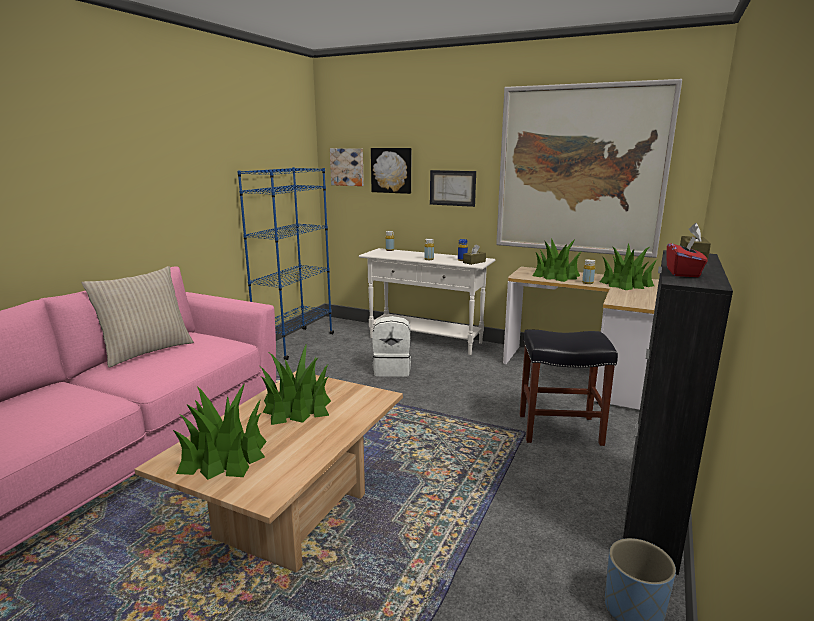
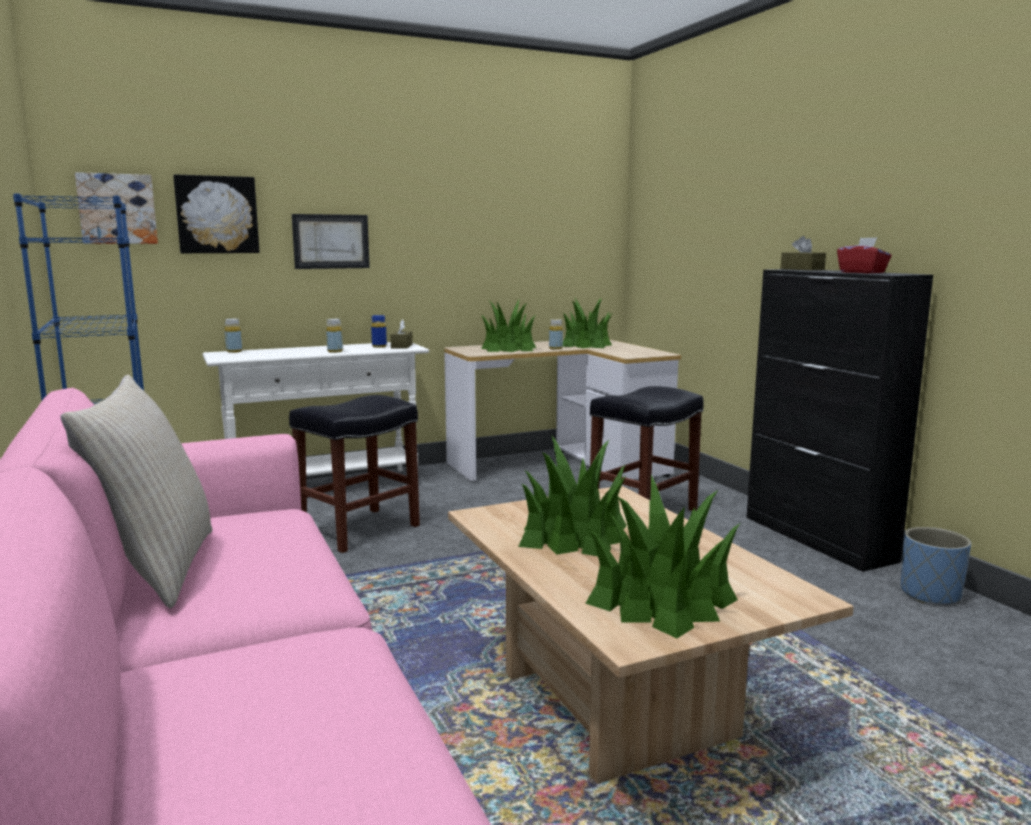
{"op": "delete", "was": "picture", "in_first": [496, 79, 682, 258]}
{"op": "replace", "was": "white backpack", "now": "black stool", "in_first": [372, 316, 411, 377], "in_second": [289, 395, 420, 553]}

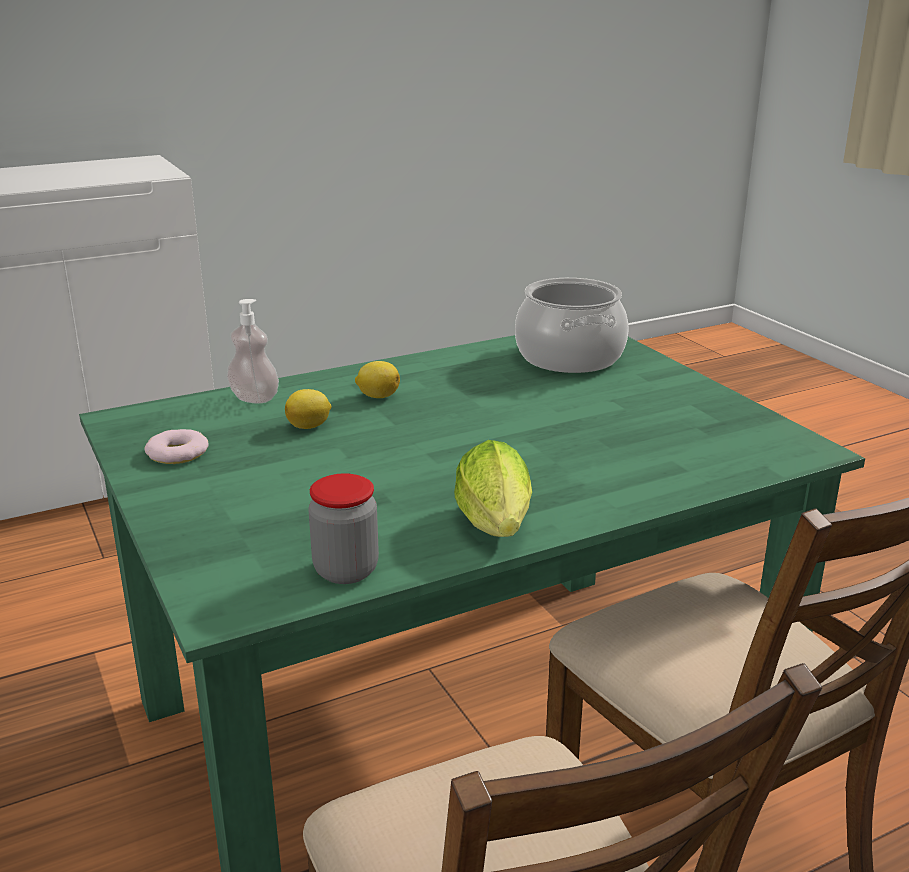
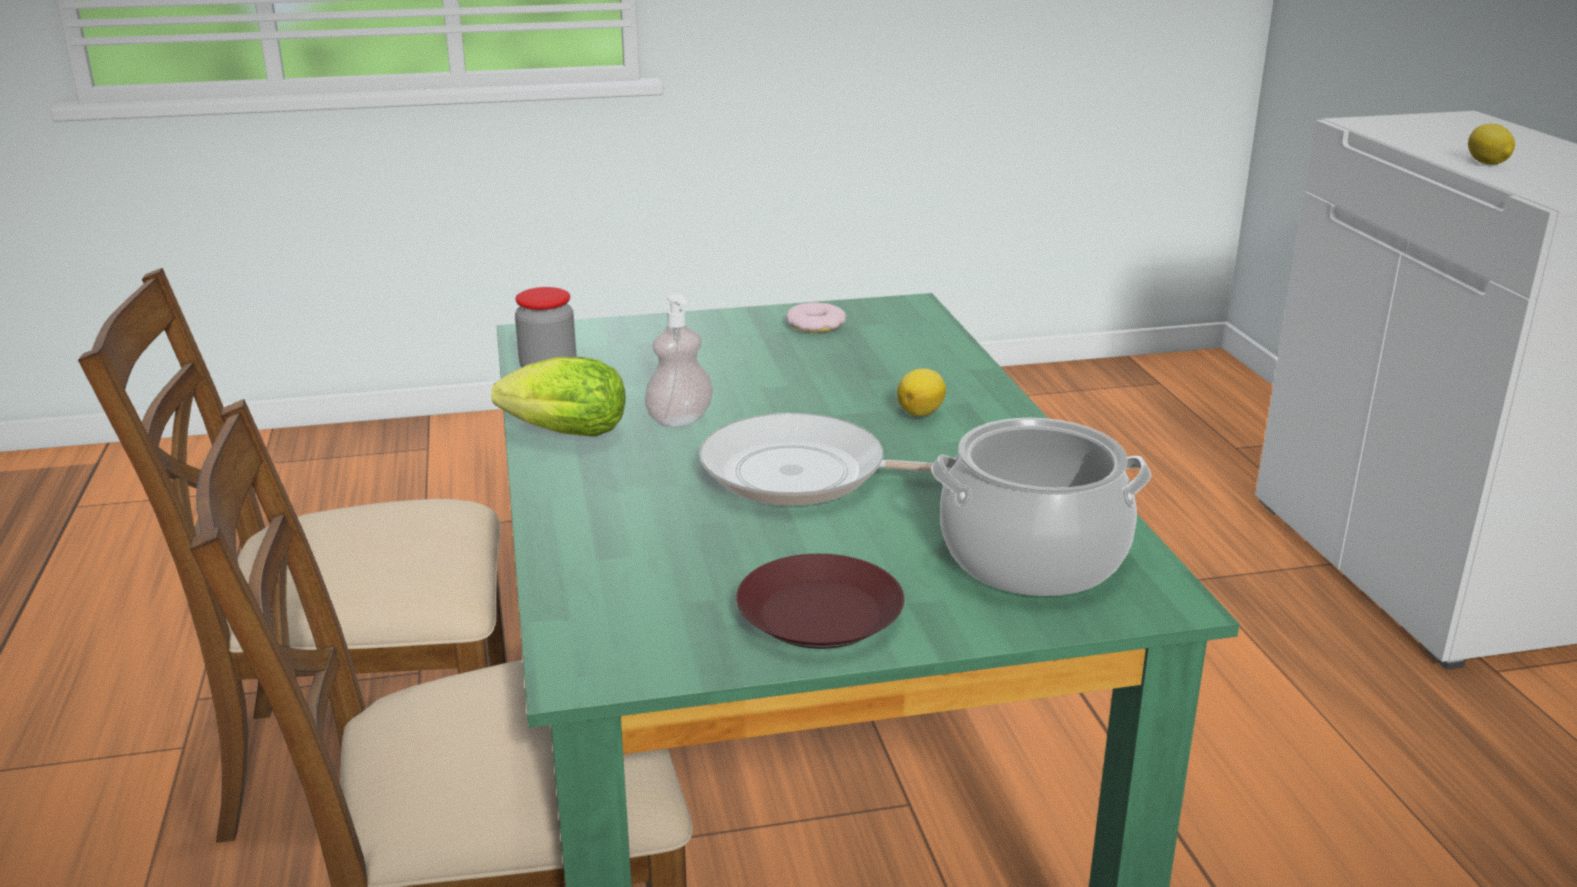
{"op": "insert", "now": "frying pan", "in_second": [699, 413, 950, 505]}
{"op": "insert", "now": "brown plate", "in_second": [736, 554, 904, 649]}
{"op": "move", "was": "soap dispenser", "in_first": [227, 299, 279, 404], "in_second": [645, 294, 713, 427]}
{"op": "move", "was": "lemon", "in_first": [285, 389, 331, 429], "in_second": [1468, 124, 1515, 165]}

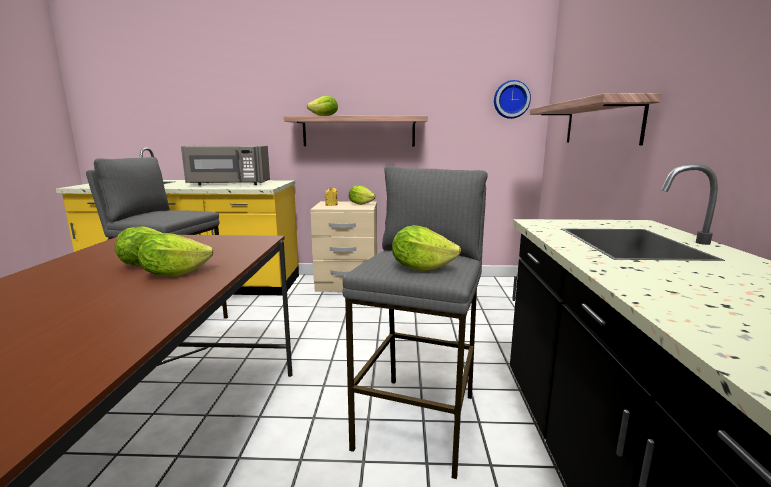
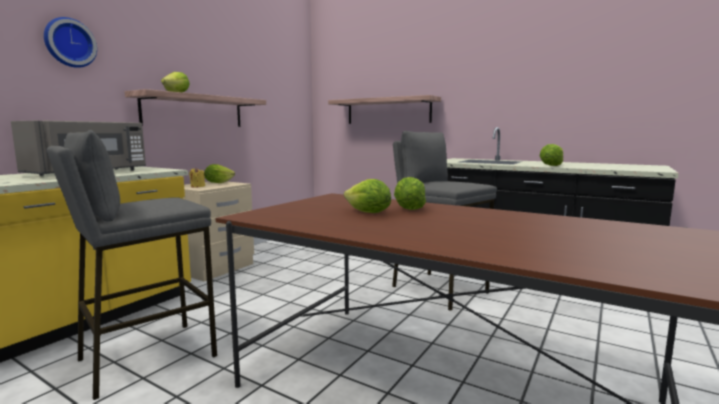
{"op": "move", "was": "lettuce", "in_first": [392, 225, 461, 271], "in_second": [539, 144, 563, 166]}
{"op": "move", "was": "wall clock", "in_first": [494, 80, 531, 119], "in_second": [44, 17, 97, 68]}

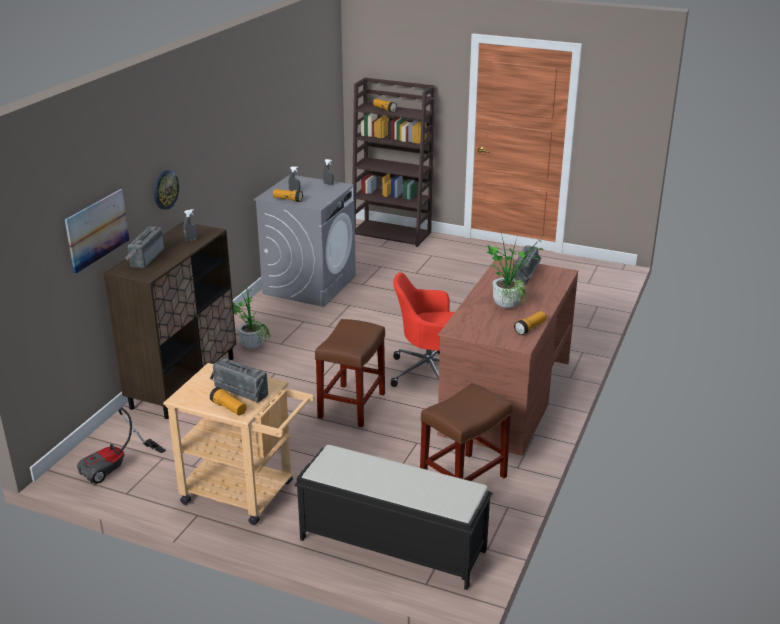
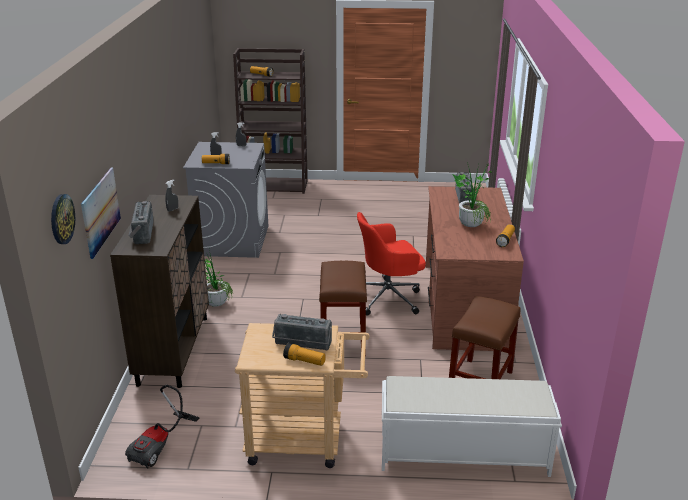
{"op": "move", "was": "wall clock", "in_first": [154, 170, 179, 210], "in_second": [51, 194, 75, 244]}
{"op": "recolor", "was": "black bench", "now": "white bench", "in_first": [295, 445, 493, 590], "in_second": [382, 376, 562, 477]}

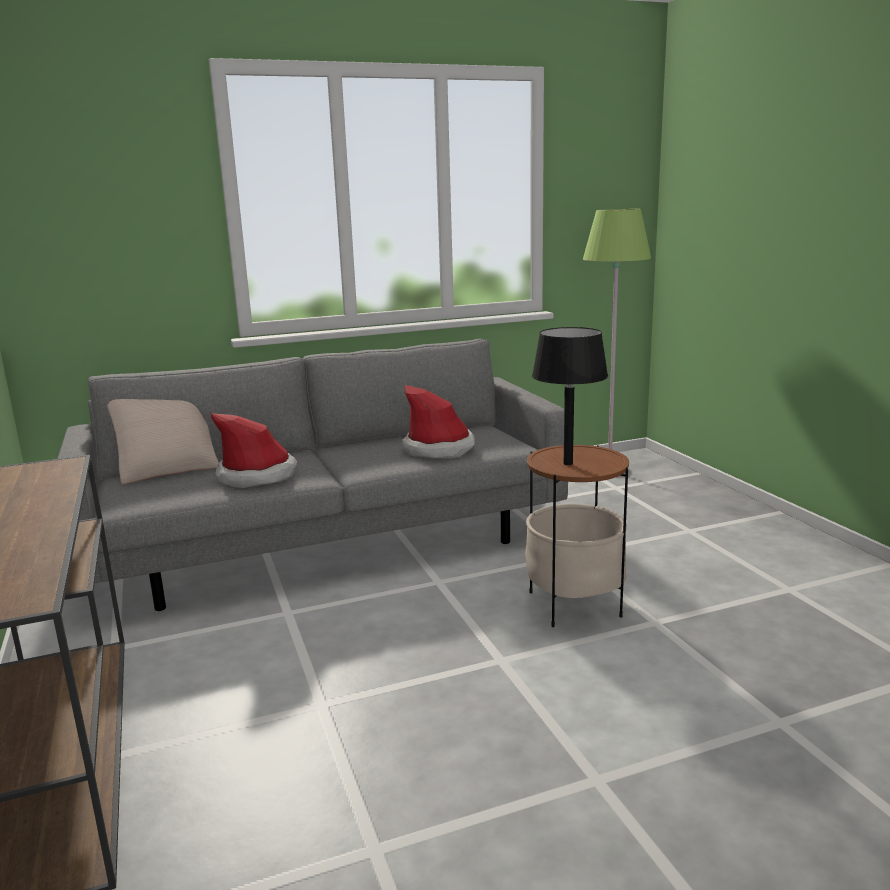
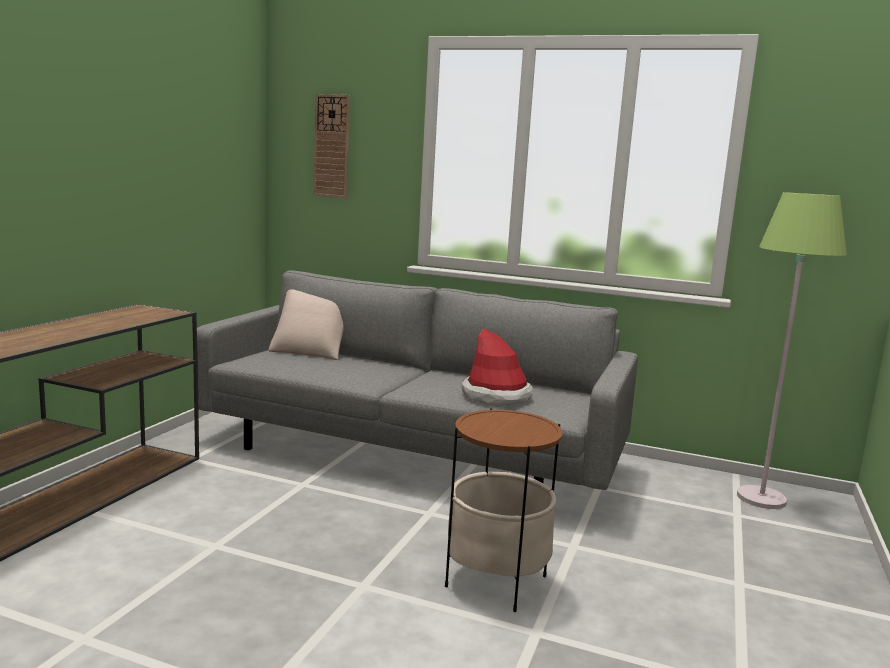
{"op": "delete", "was": "hat", "in_first": [211, 413, 297, 488]}
{"op": "delete", "was": "black table lamp", "in_first": [532, 327, 608, 465]}
{"op": "insert", "now": "wall clock", "in_second": [314, 94, 350, 198]}

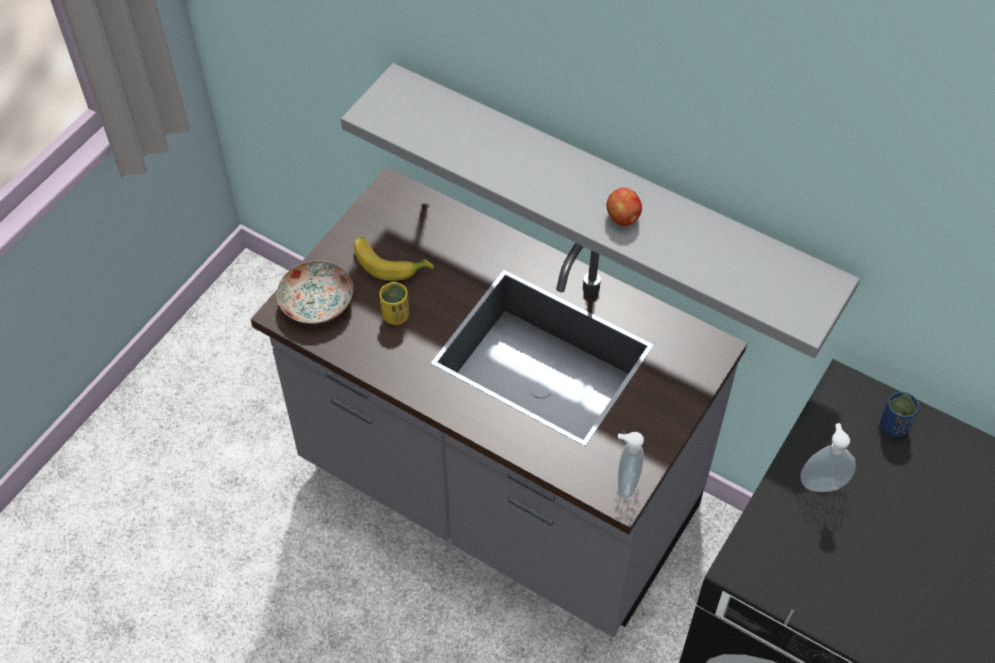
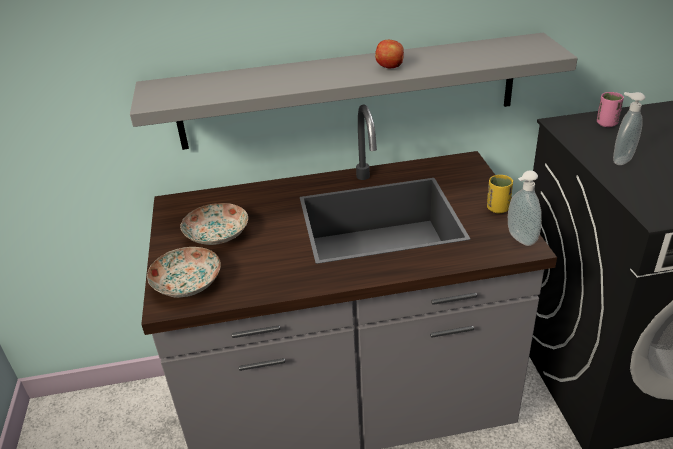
{"op": "move", "was": "yellow cup", "in_first": [380, 282, 409, 325], "in_second": [487, 175, 513, 213]}
{"op": "replace", "was": "banana", "now": "plate", "in_first": [354, 237, 434, 281], "in_second": [180, 203, 248, 245]}
{"op": "recolor", "was": "blue cup", "now": "pink cup", "in_first": [880, 392, 919, 437], "in_second": [597, 92, 624, 127]}

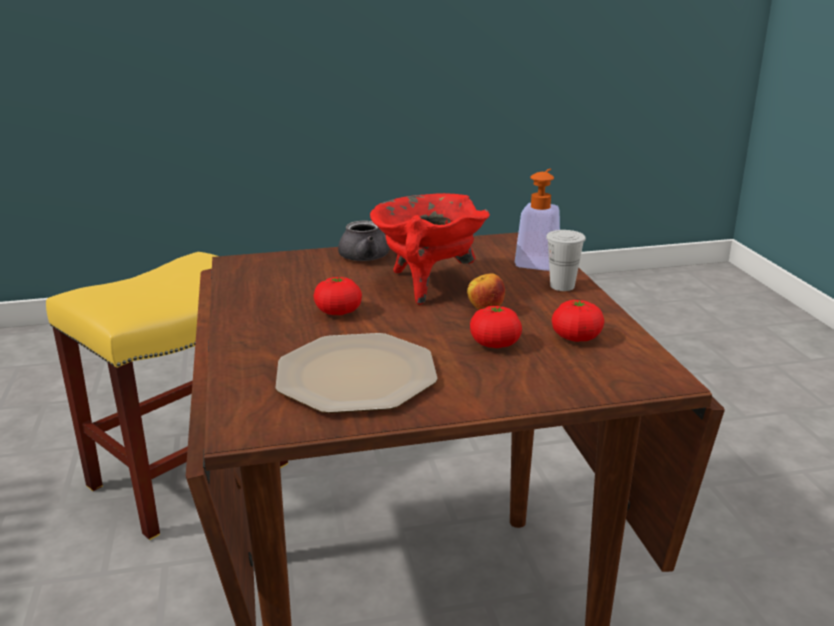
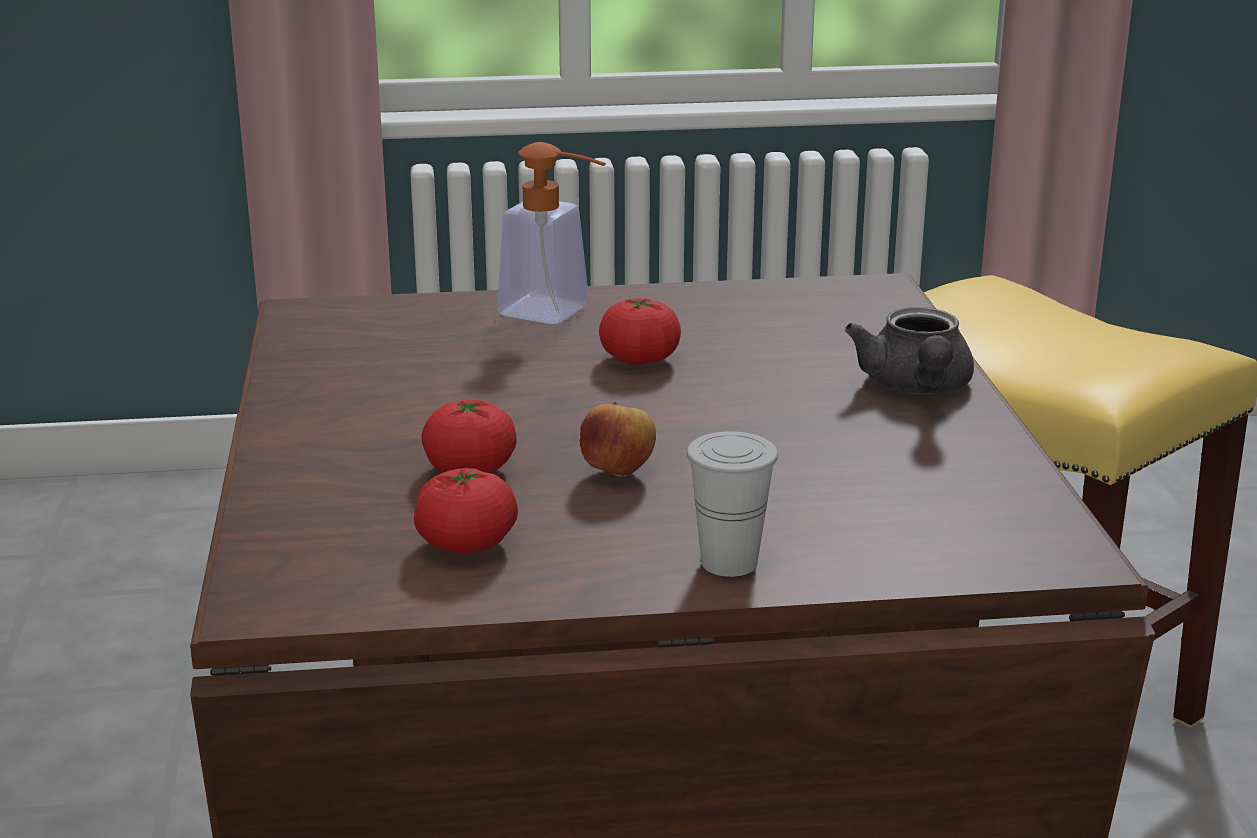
{"op": "delete", "was": "plate", "in_first": [275, 333, 438, 413]}
{"op": "delete", "was": "red cooking pot", "in_first": [370, 193, 490, 305]}
{"op": "move", "was": "soap dispenser", "in_first": [515, 168, 560, 271], "in_second": [497, 142, 606, 324]}

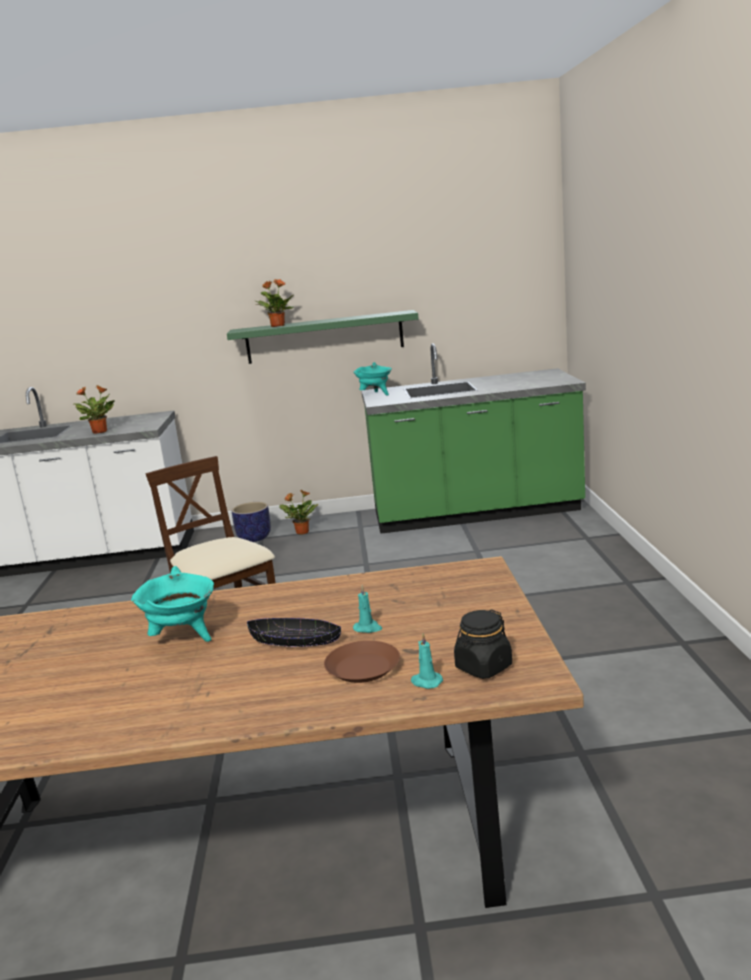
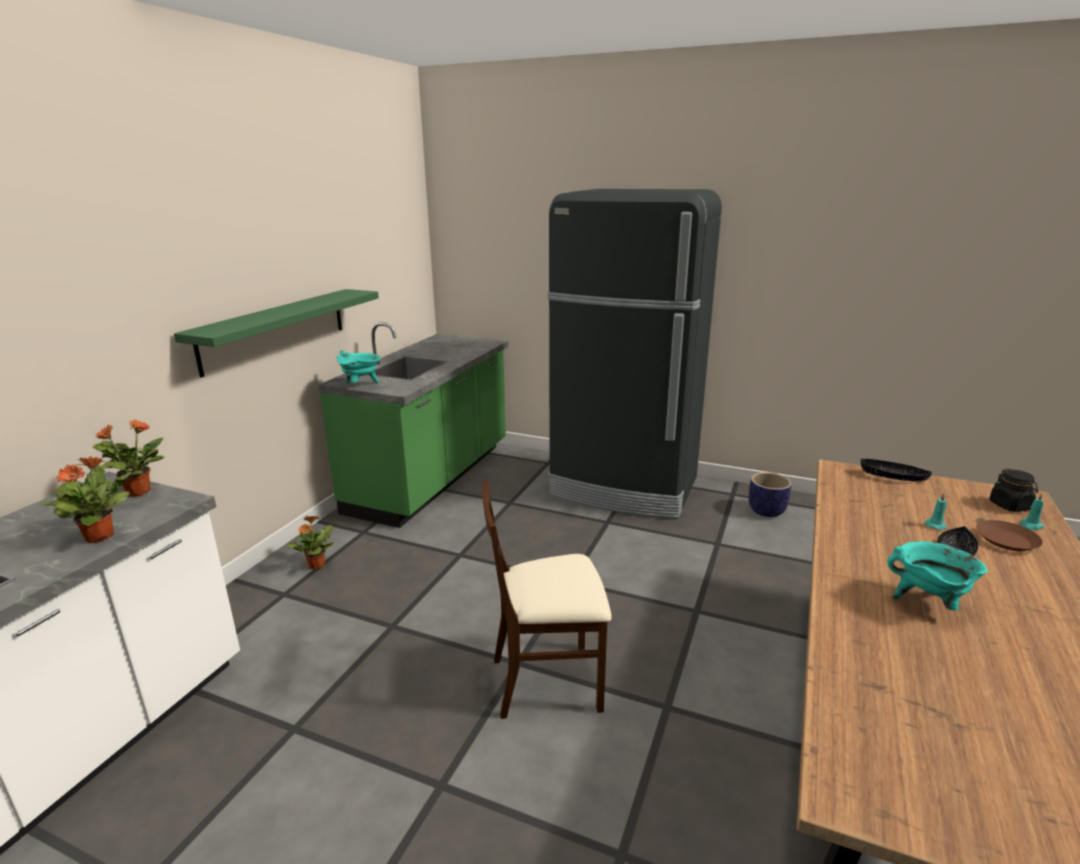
{"op": "insert", "now": "black fridge", "in_second": [548, 189, 722, 519]}
{"op": "insert", "now": "black bowl", "in_second": [861, 459, 932, 482]}
{"op": "move", "was": "planter", "in_first": [232, 502, 271, 542], "in_second": [749, 472, 792, 517]}
{"op": "move", "was": "potted plant", "in_first": [255, 279, 294, 327], "in_second": [93, 419, 165, 497]}

